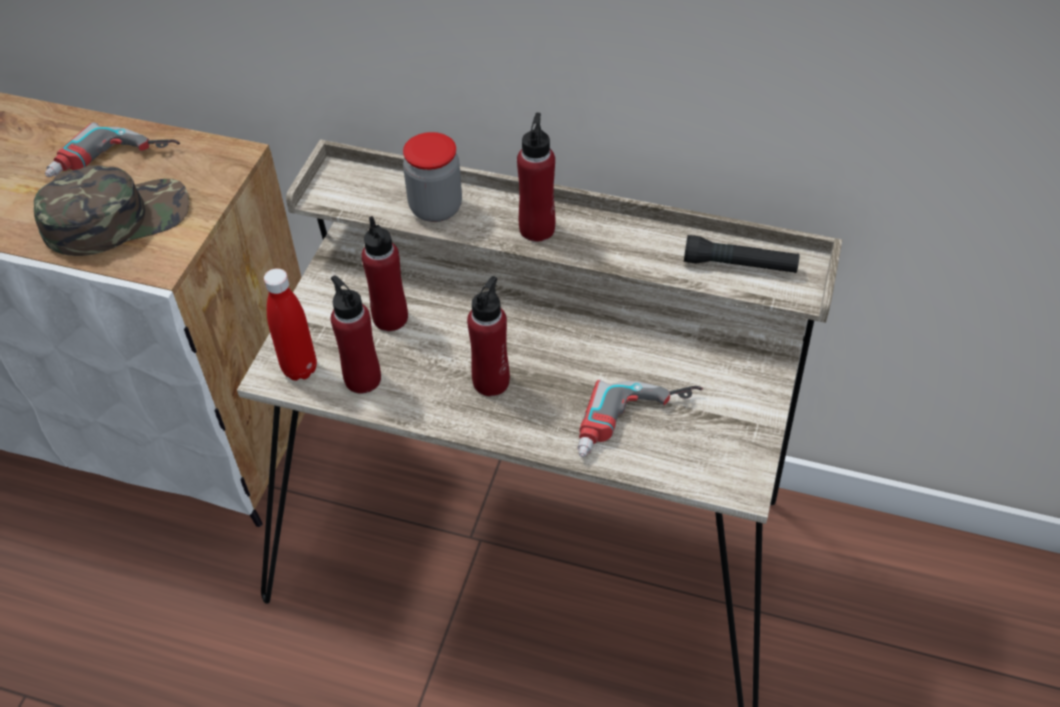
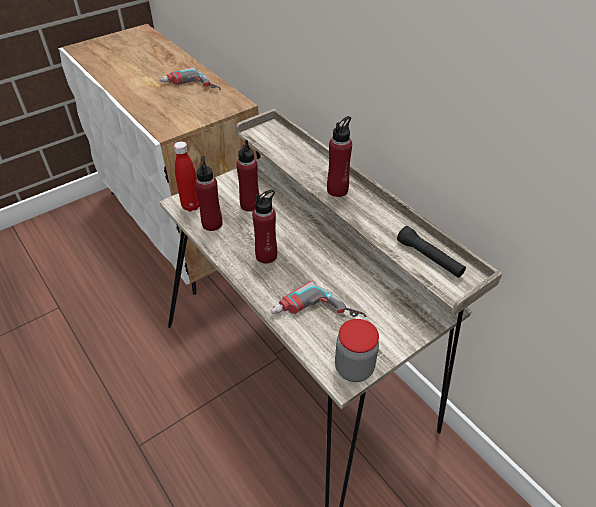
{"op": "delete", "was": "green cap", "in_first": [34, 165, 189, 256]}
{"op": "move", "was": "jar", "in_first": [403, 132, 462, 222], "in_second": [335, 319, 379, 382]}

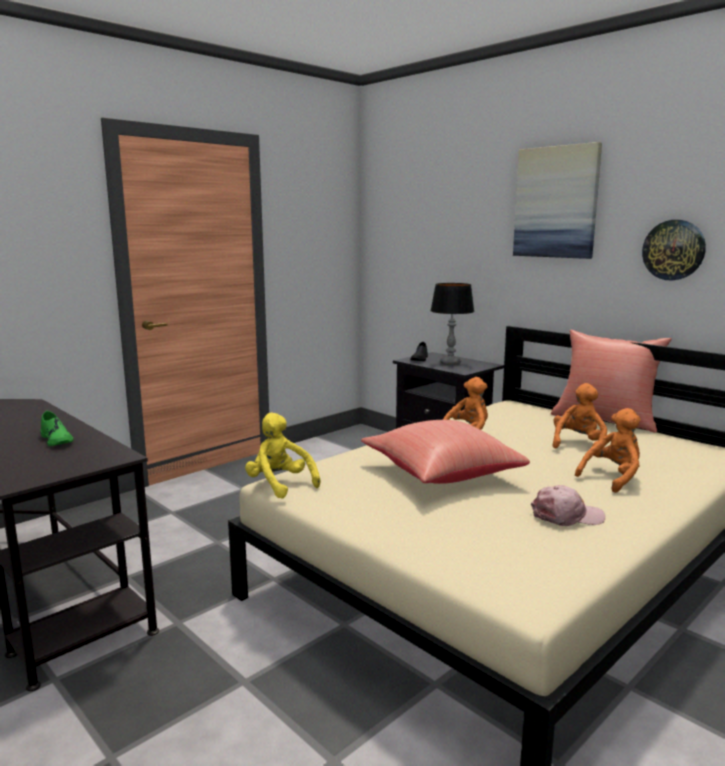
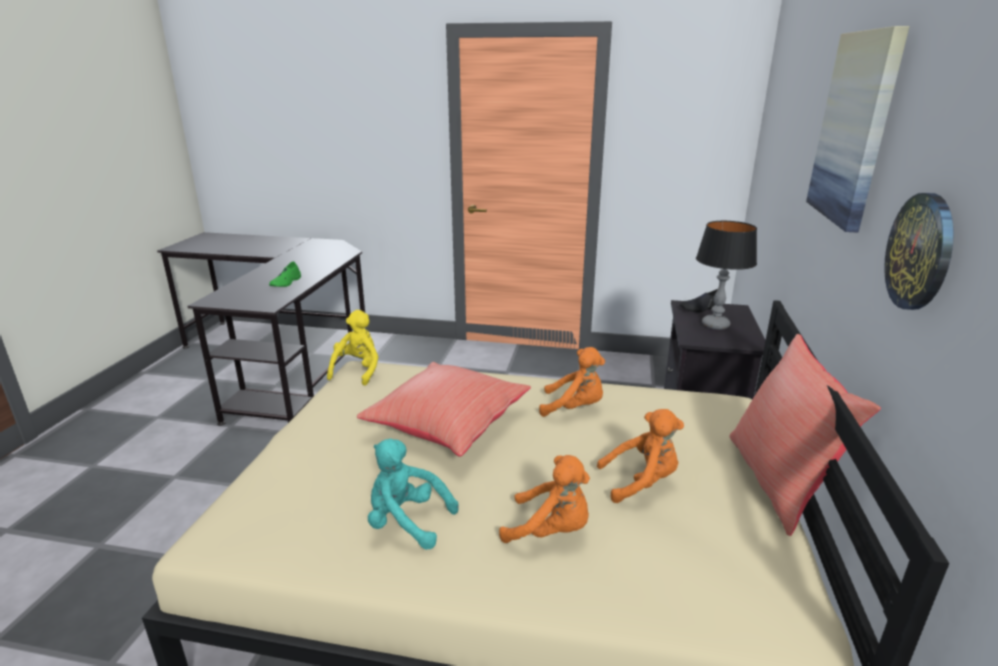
{"op": "replace", "was": "pink cap", "now": "turquoise plush toy", "in_first": [531, 485, 605, 526], "in_second": [368, 439, 459, 550]}

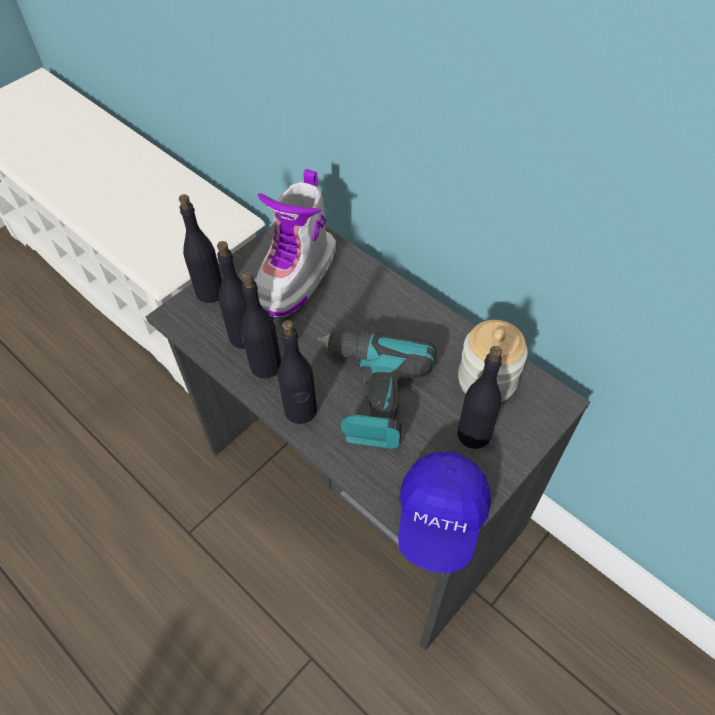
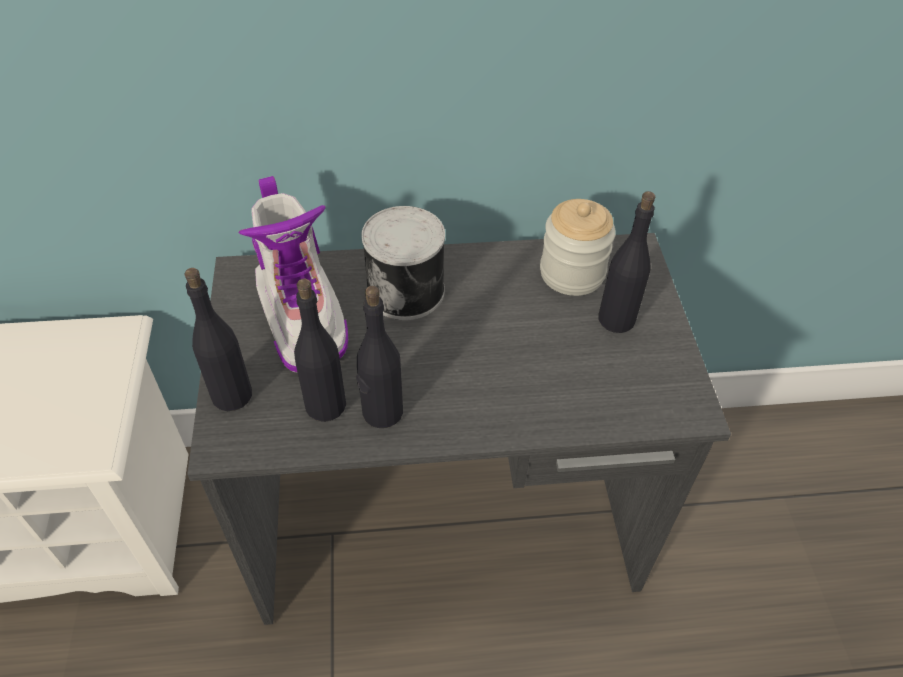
{"op": "delete", "was": "black bottle", "in_first": [278, 320, 317, 424]}
{"op": "delete", "was": "power drill", "in_first": [317, 330, 437, 449]}
{"op": "delete", "was": "blue cap", "in_first": [398, 452, 491, 573]}
{"op": "insert", "now": "can", "in_second": [361, 206, 445, 320]}

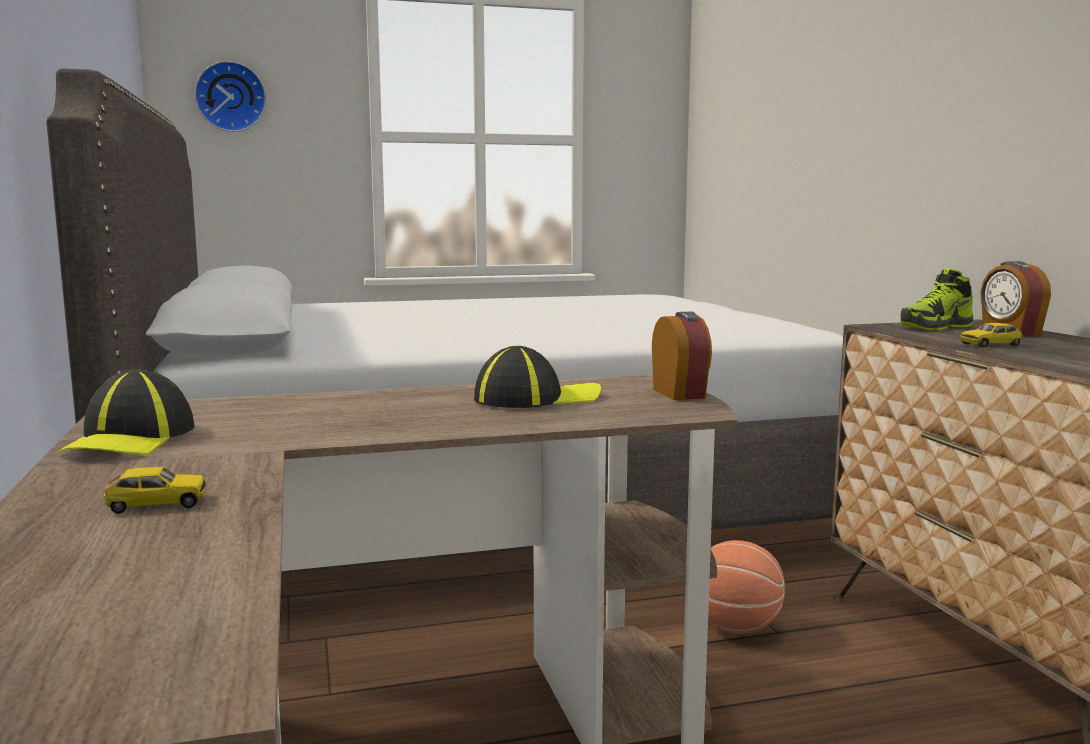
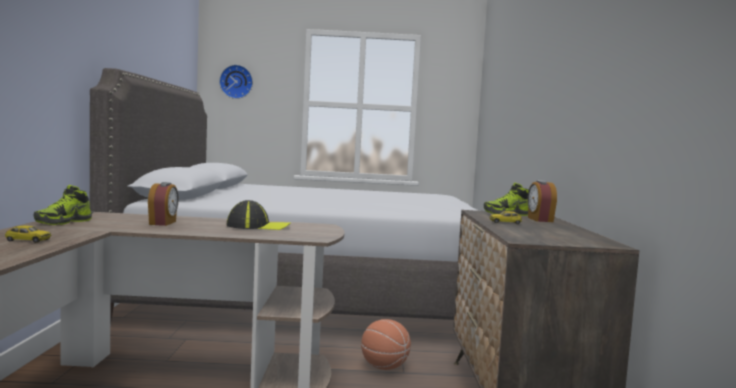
{"op": "move", "was": "alarm clock", "in_first": [652, 311, 712, 400], "in_second": [148, 182, 179, 226]}
{"op": "replace", "was": "cap", "now": "shoe", "in_first": [56, 369, 195, 455], "in_second": [34, 185, 92, 225]}

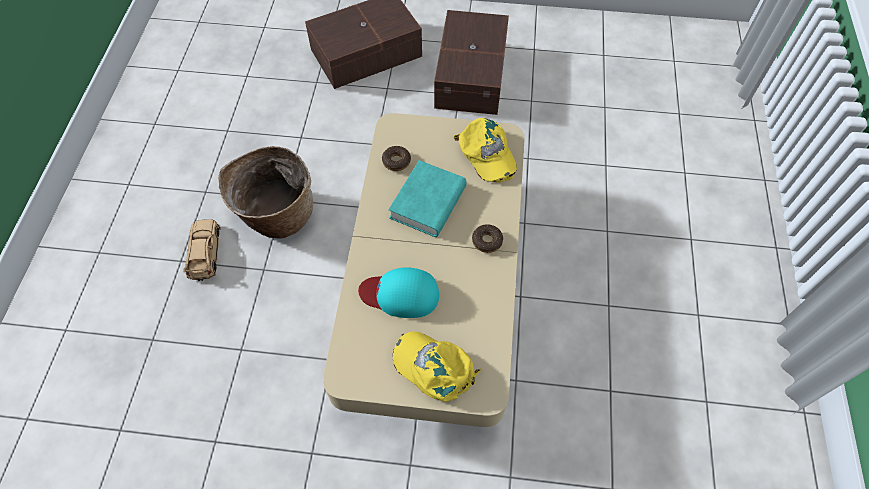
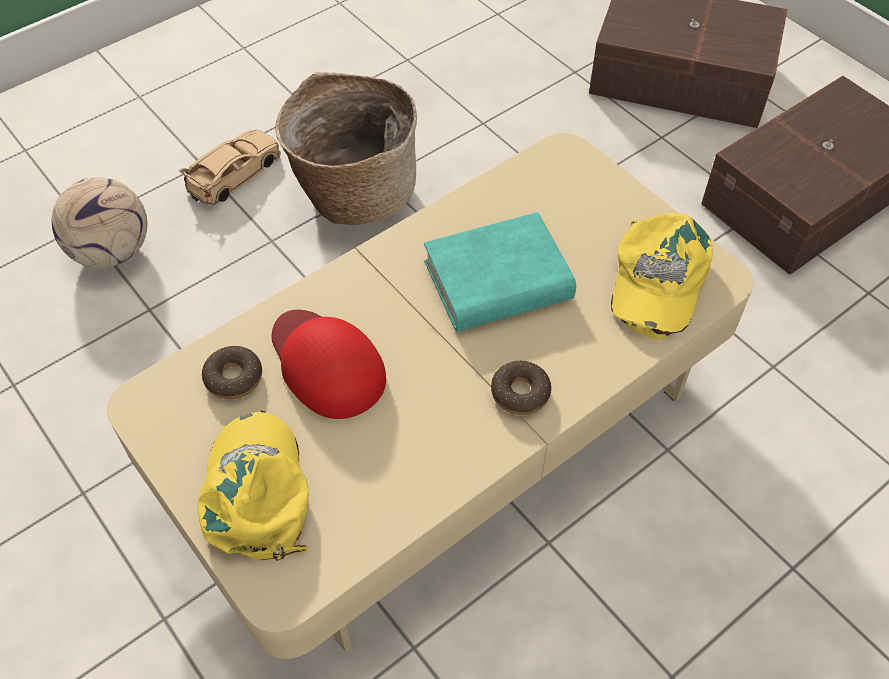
{"op": "insert", "now": "football", "in_second": [52, 177, 147, 268]}
{"op": "move", "was": "donut", "in_first": [382, 146, 411, 171], "in_second": [202, 346, 262, 399]}
{"op": "recolor", "was": "turquoise cap", "now": "red cap", "in_first": [358, 267, 439, 318], "in_second": [272, 310, 386, 419]}

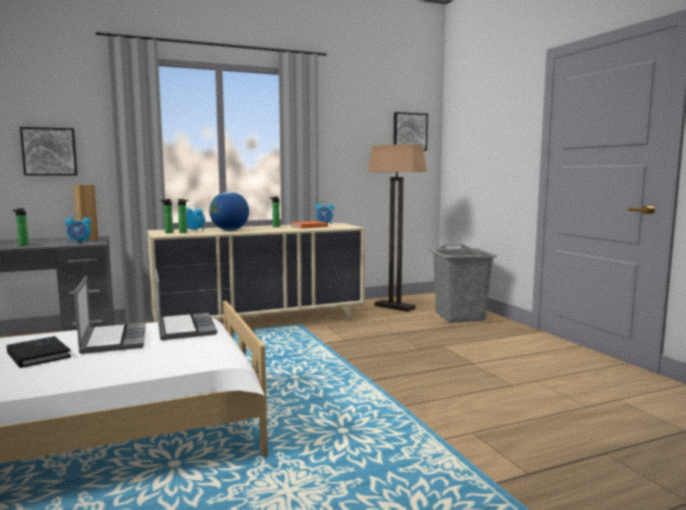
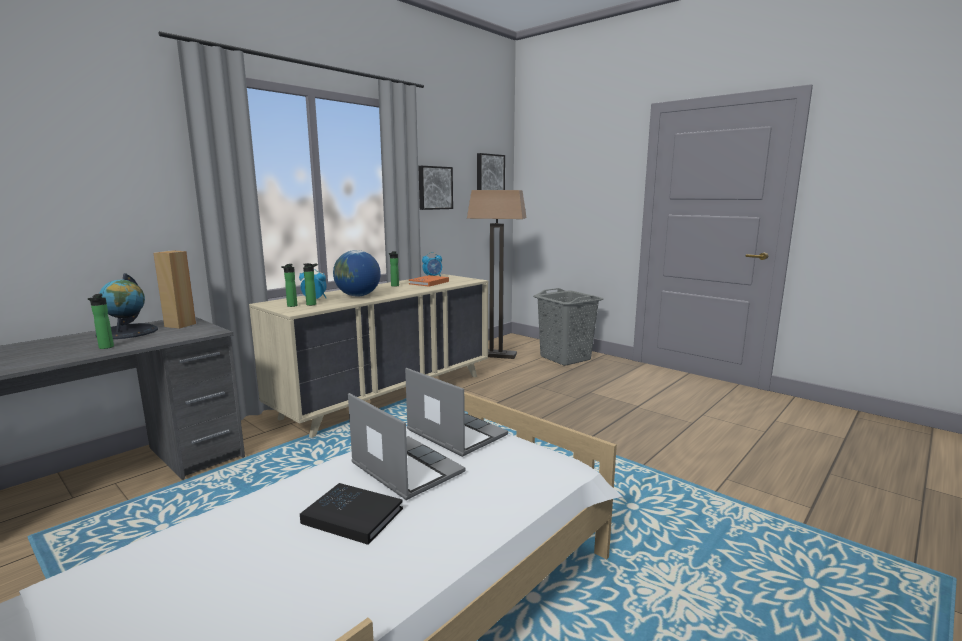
{"op": "delete", "was": "alarm clock", "in_first": [65, 214, 91, 243]}
{"op": "insert", "now": "globe", "in_second": [96, 273, 158, 339]}
{"op": "move", "was": "picture", "in_first": [20, 127, 77, 176], "in_second": [418, 166, 453, 210]}

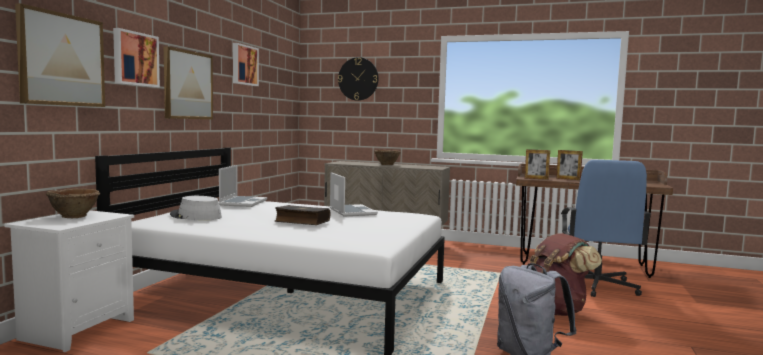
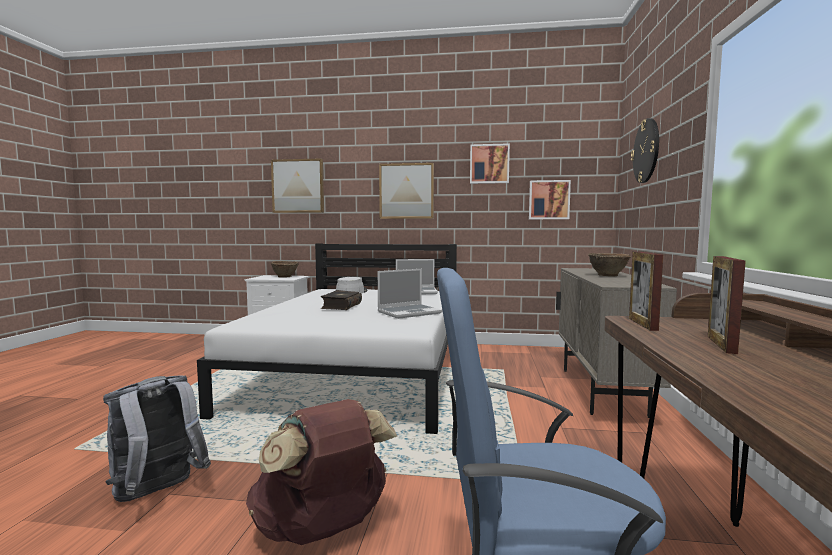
{"op": "move", "was": "picture", "in_first": [113, 28, 160, 87], "in_second": [529, 180, 571, 219]}

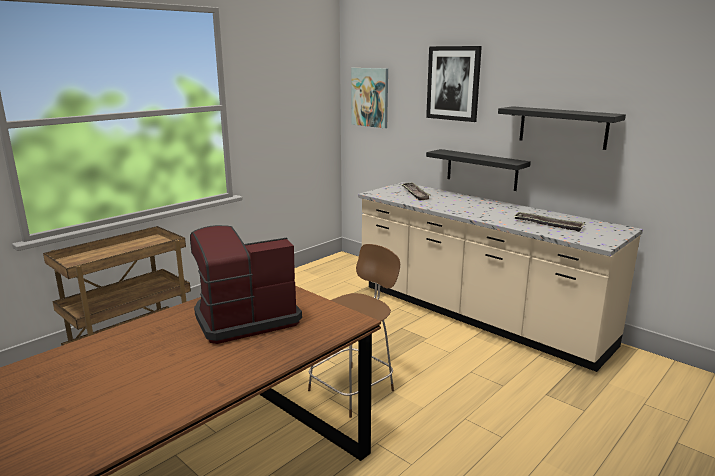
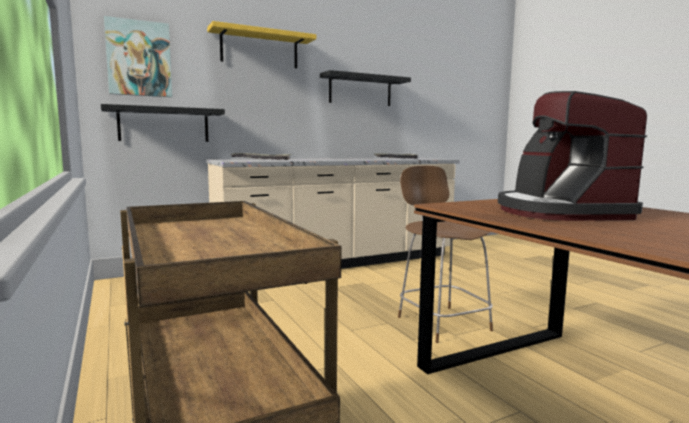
{"op": "move", "was": "black shelf", "in_first": [426, 149, 531, 191], "in_second": [101, 104, 225, 142]}
{"op": "replace", "was": "picture", "now": "yellow shelf", "in_first": [426, 46, 482, 122], "in_second": [207, 21, 316, 68]}

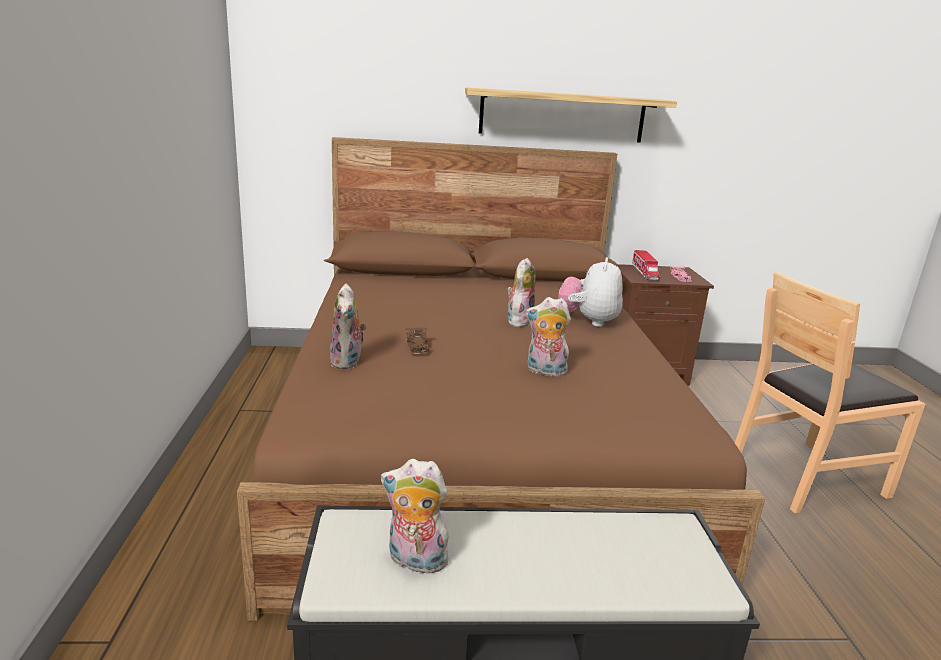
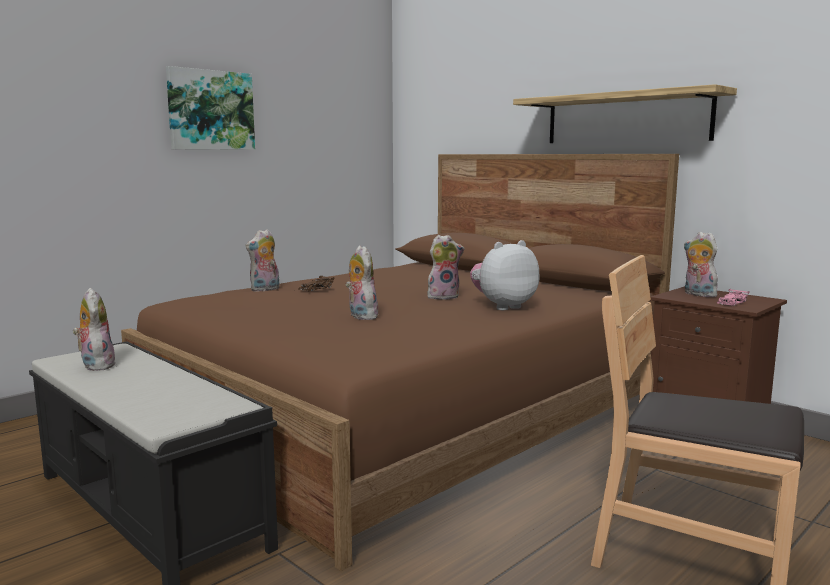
{"op": "insert", "now": "picture", "in_second": [166, 66, 255, 150]}
{"op": "replace", "was": "toy truck", "now": "plush toy", "in_first": [632, 250, 660, 281], "in_second": [683, 232, 719, 297]}

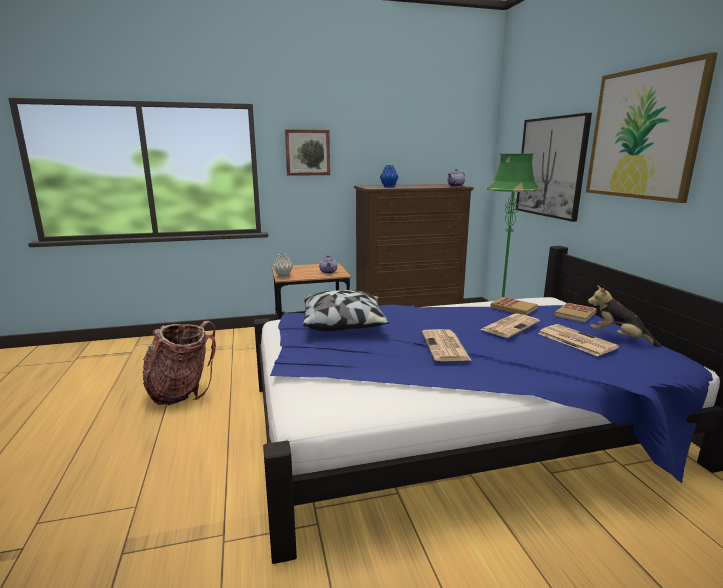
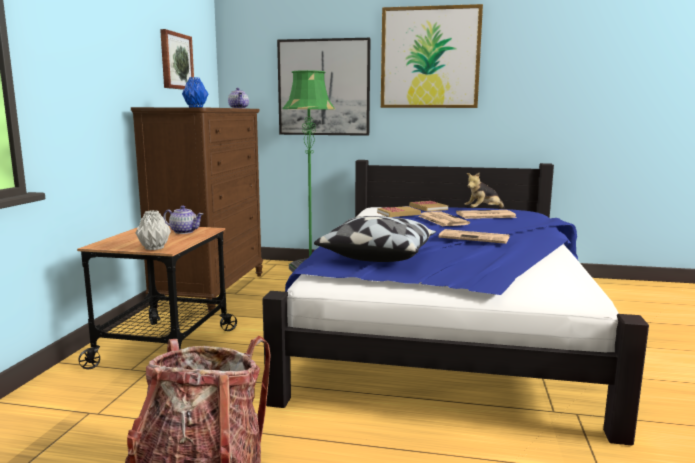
{"op": "move", "was": "picture", "in_first": [285, 129, 330, 176], "in_second": [160, 29, 194, 90]}

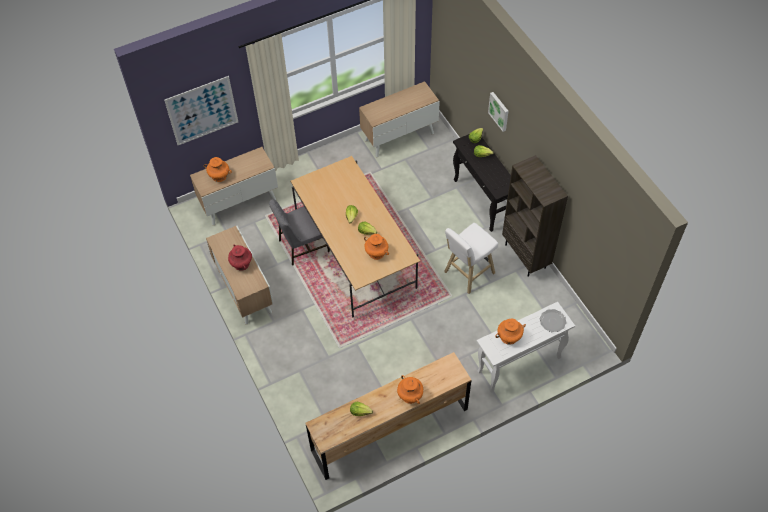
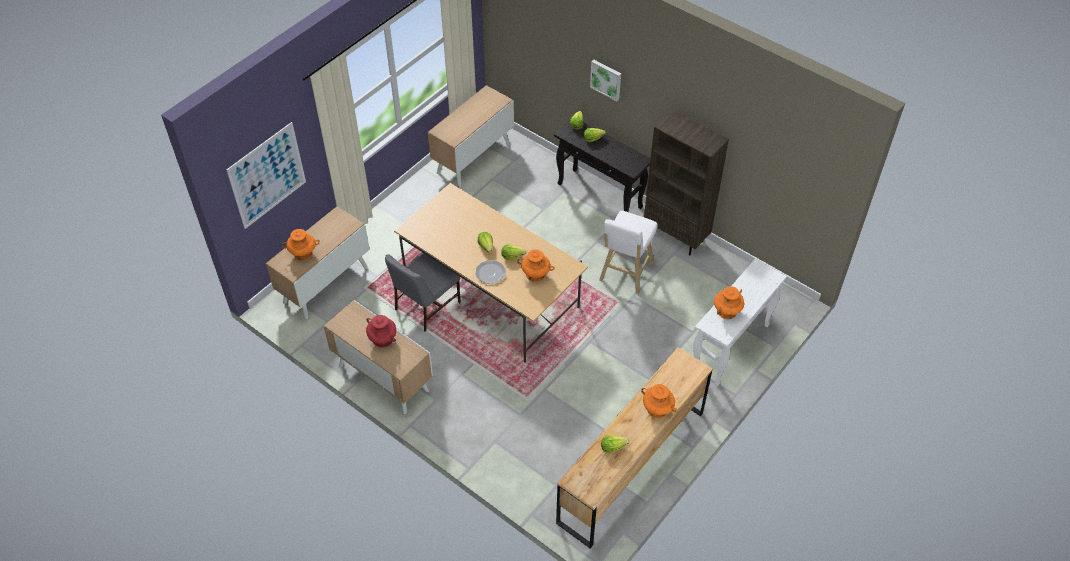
{"op": "move", "was": "plate", "in_first": [540, 309, 567, 332], "in_second": [475, 260, 506, 284]}

